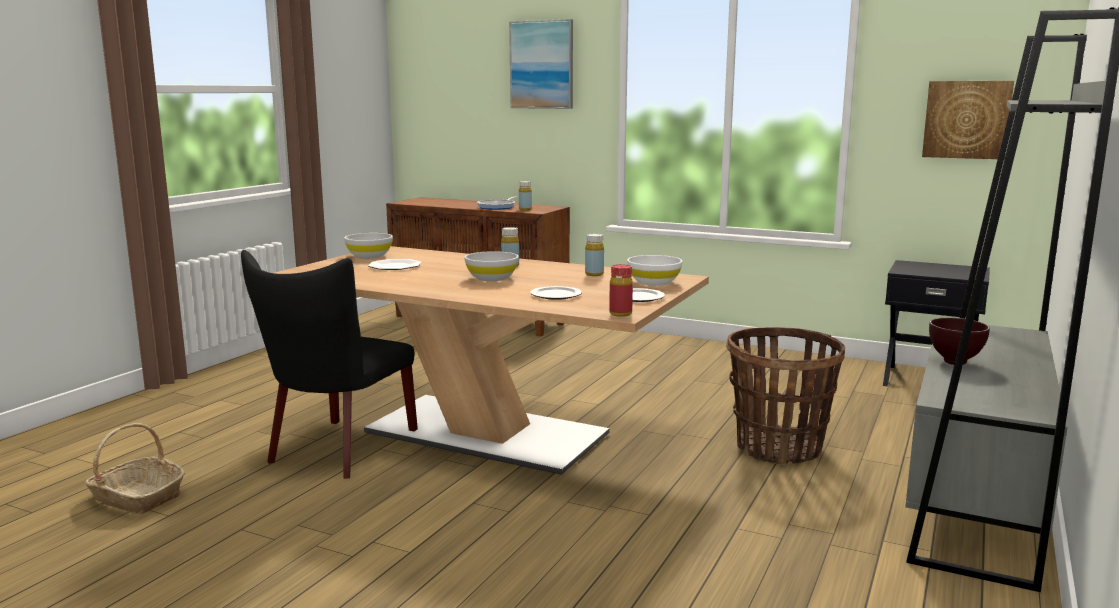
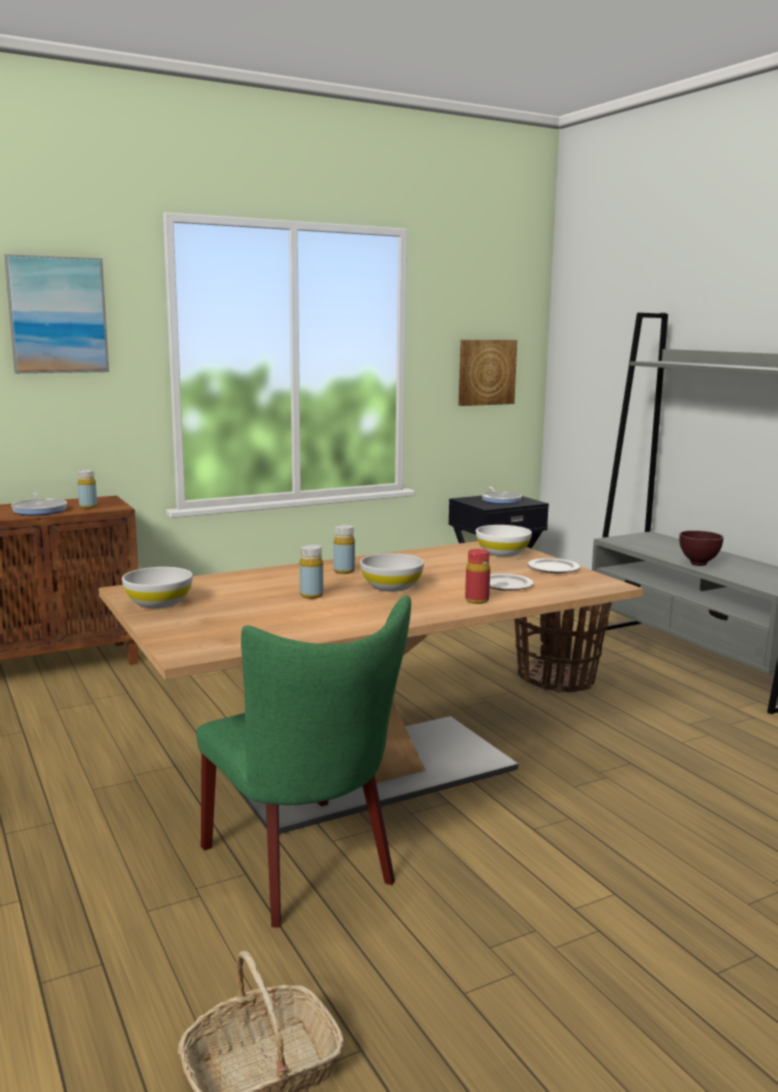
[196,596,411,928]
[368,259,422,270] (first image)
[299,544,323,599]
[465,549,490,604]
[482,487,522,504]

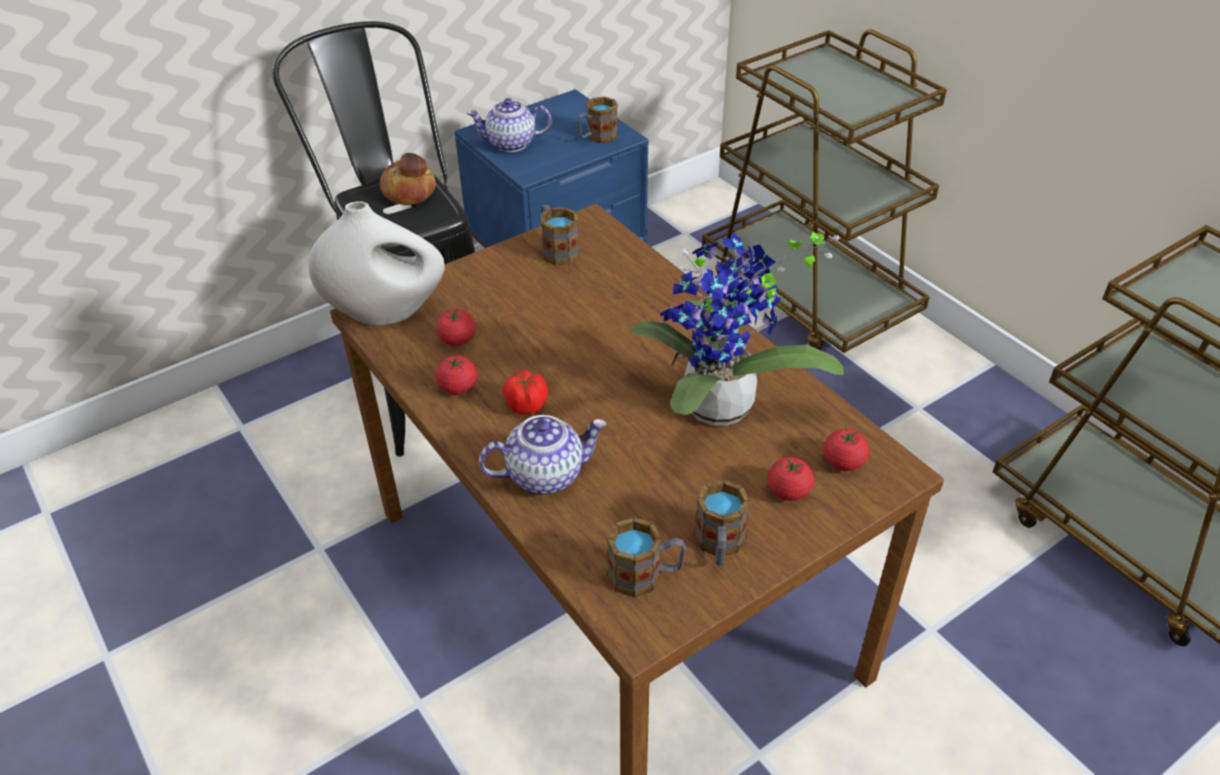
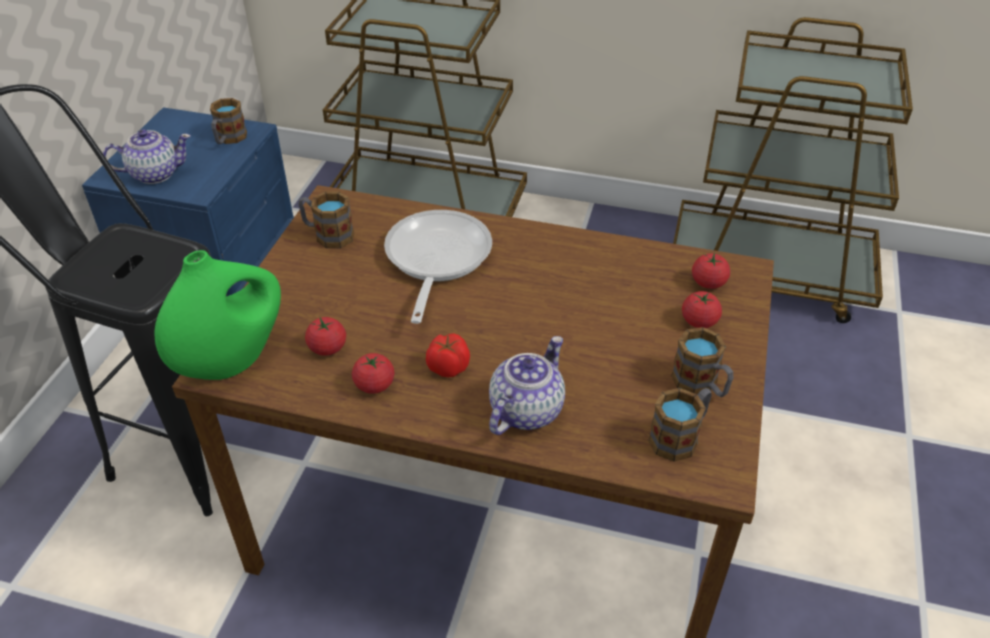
[154,250,281,380]
[380,153,435,205] (first image)
[103,130,191,184]
[630,232,844,426] (first image)
[384,210,492,324]

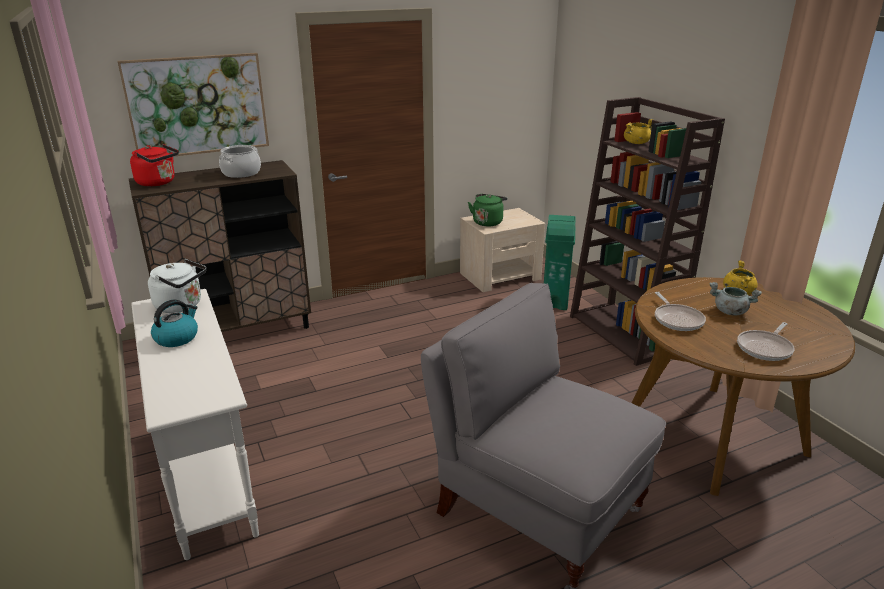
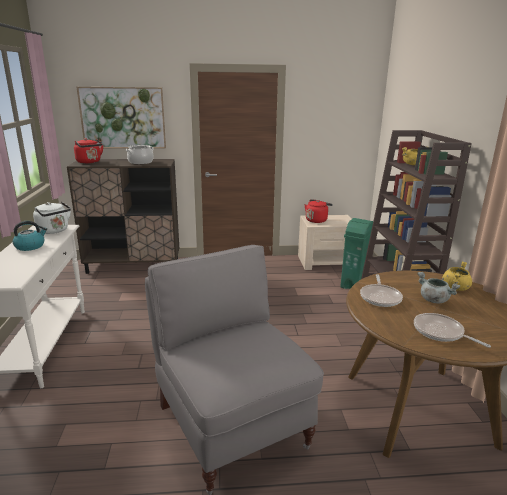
[305,199,333,223]
[414,313,491,348]

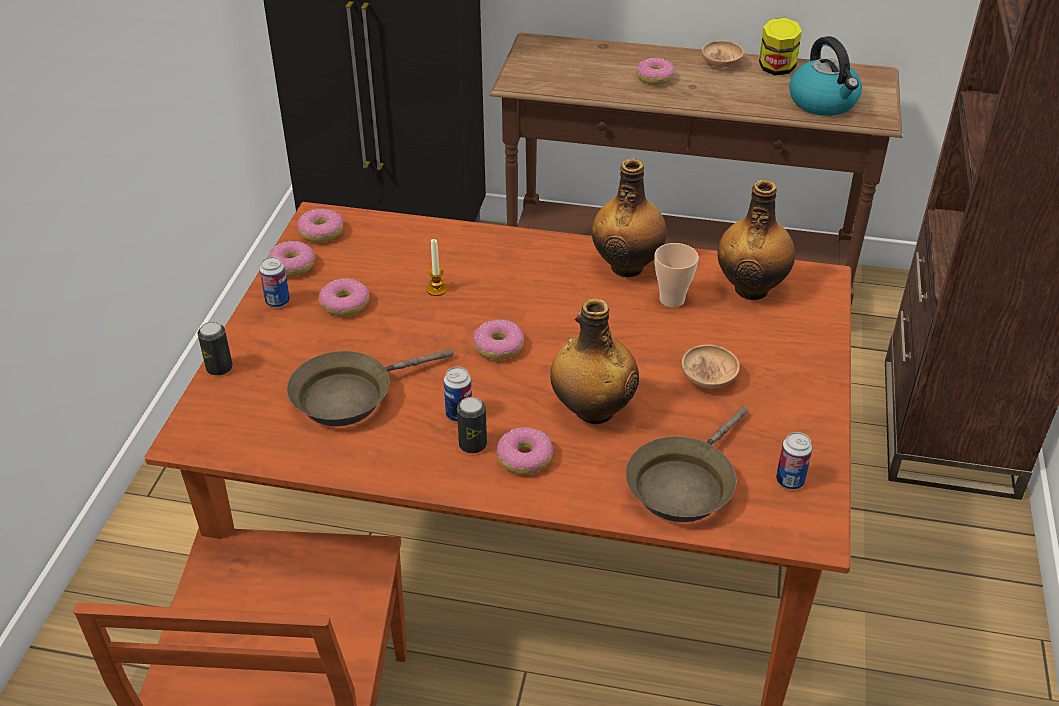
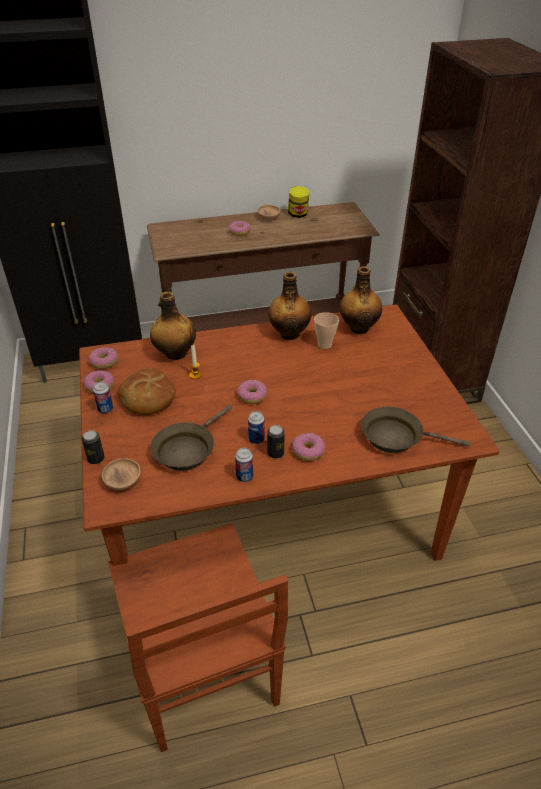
[118,368,176,415]
[150,292,196,360]
[361,407,471,453]
[102,458,141,490]
[235,448,253,482]
[789,36,862,116] (first image)

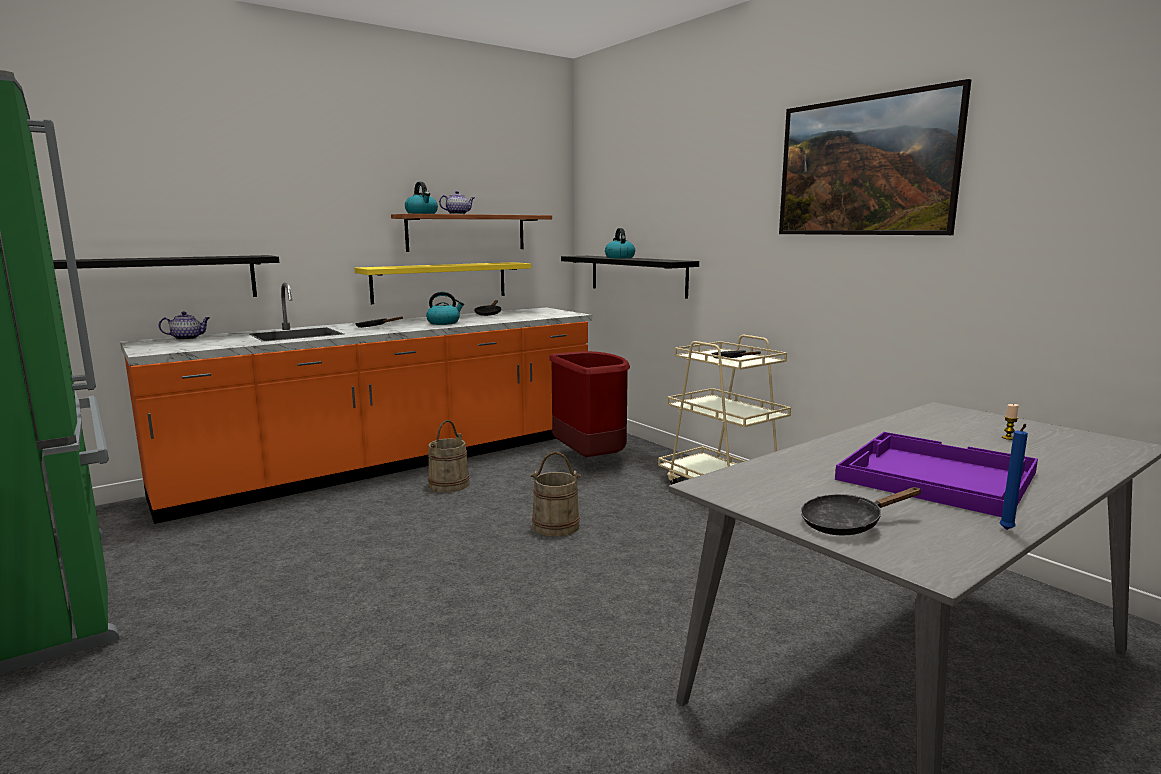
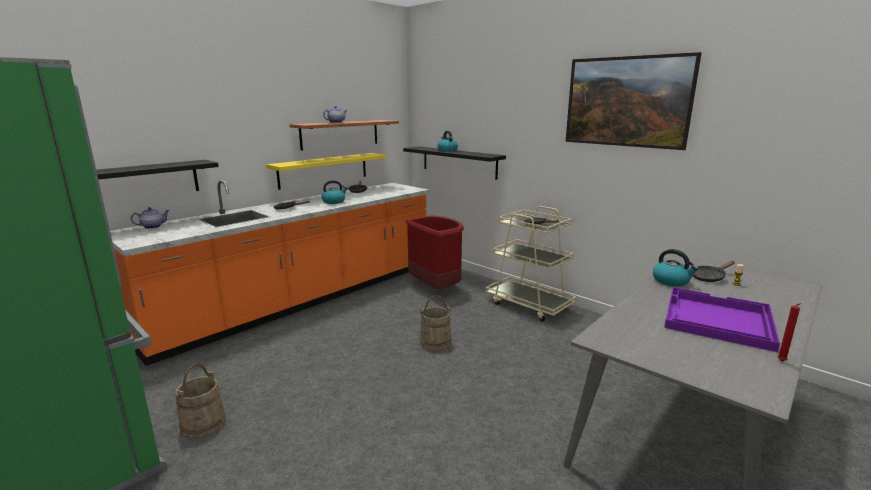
[653,249,698,287]
[175,363,226,439]
[692,261,735,282]
[777,303,802,361]

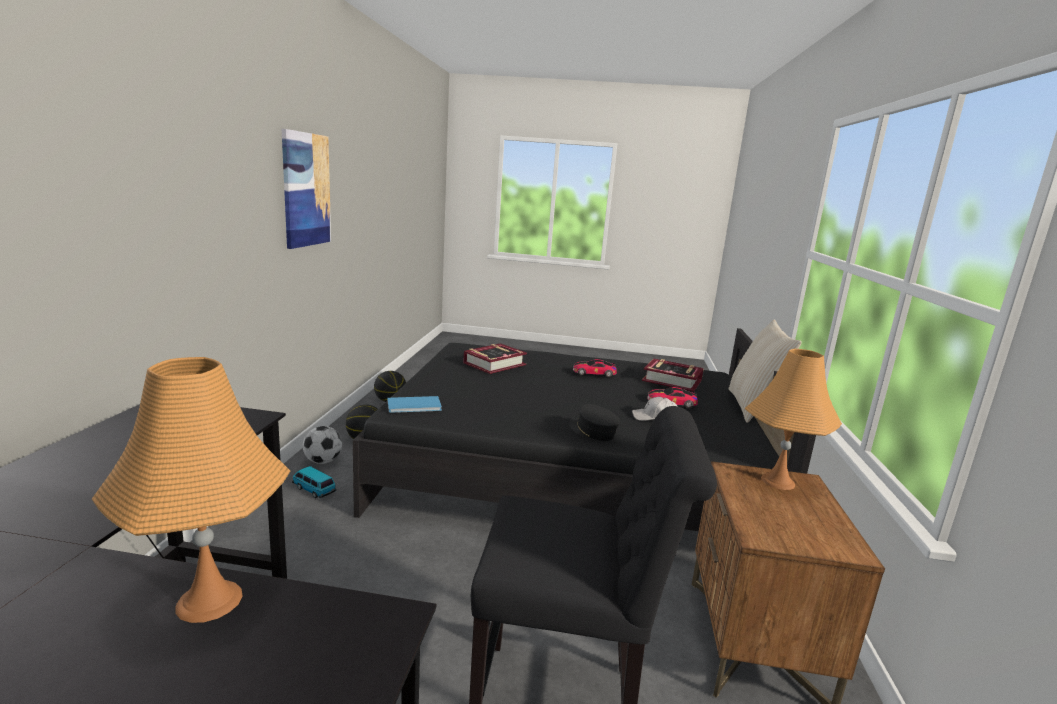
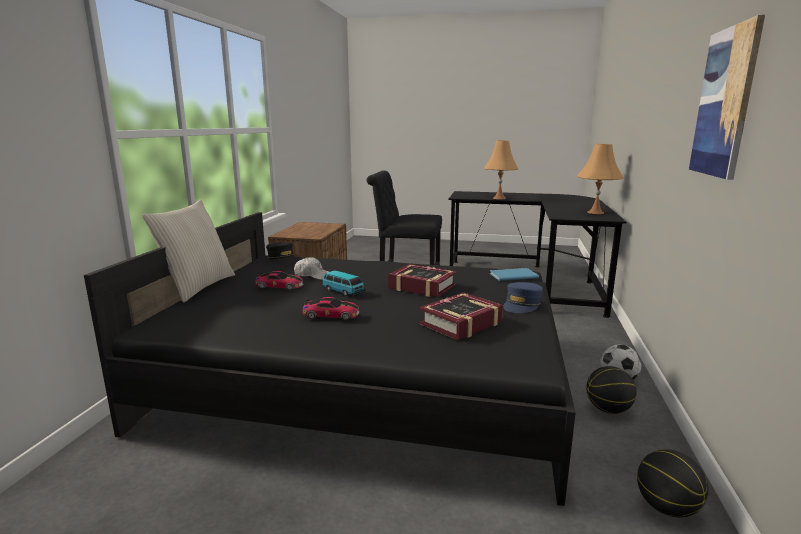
[322,270,365,296]
[266,243,297,263]
[388,264,457,297]
[577,144,624,214]
[503,282,543,313]

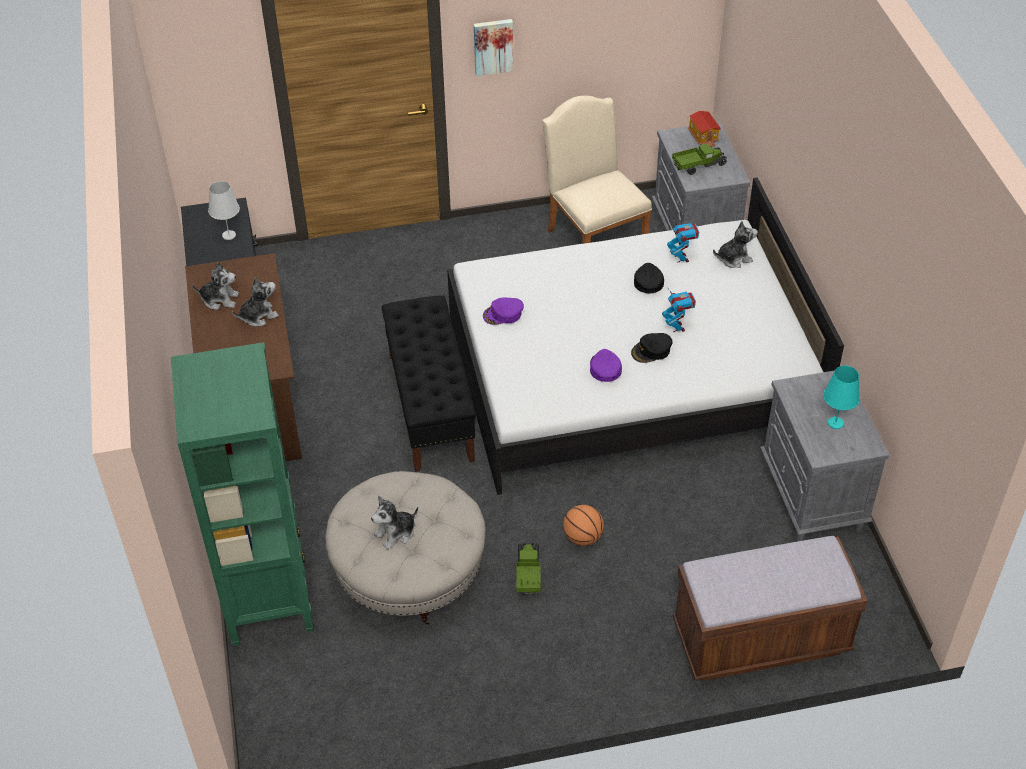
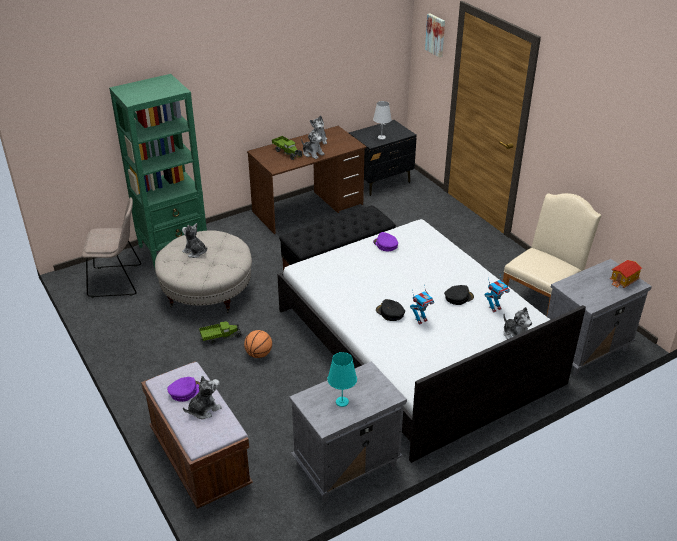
[425,13,445,58]
[167,377,200,402]
[272,136,302,160]
[82,197,141,298]
[183,376,222,419]

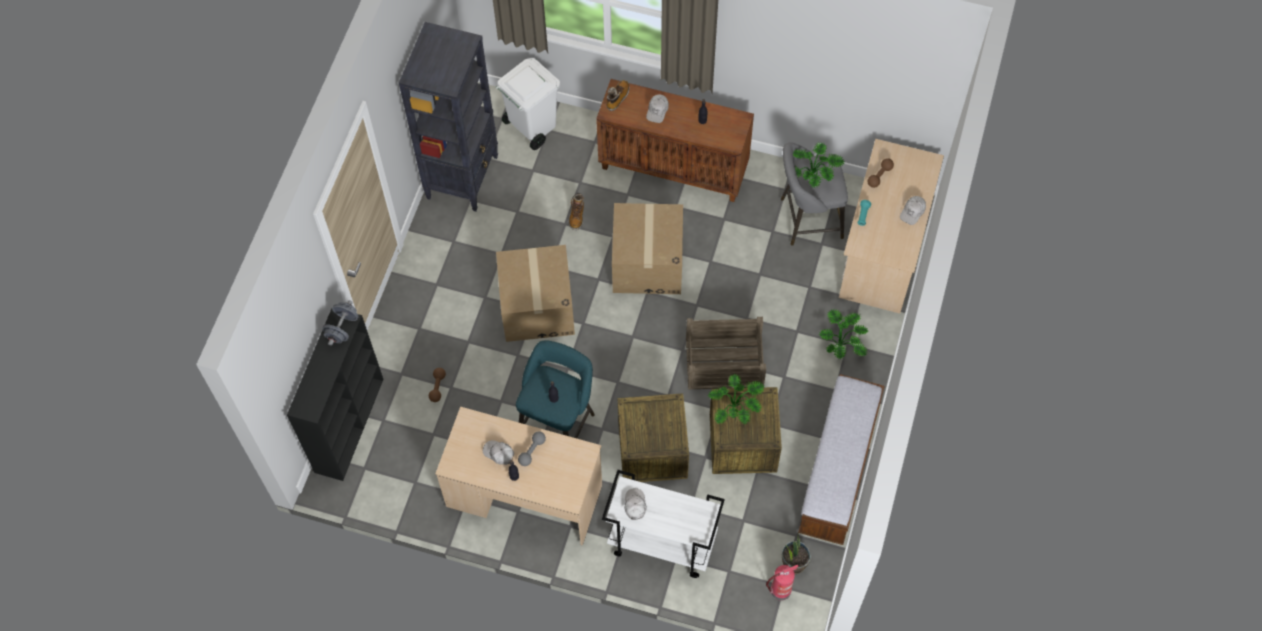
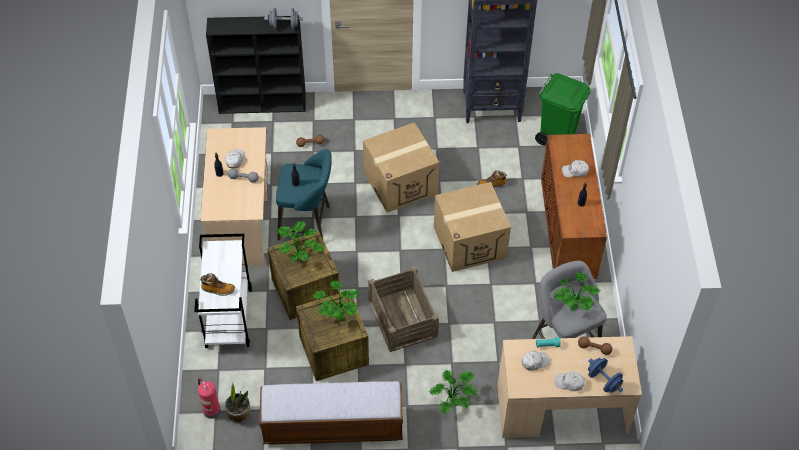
[535,73,591,146]
[200,273,235,296]
[522,351,550,371]
[277,221,324,262]
[588,358,623,393]

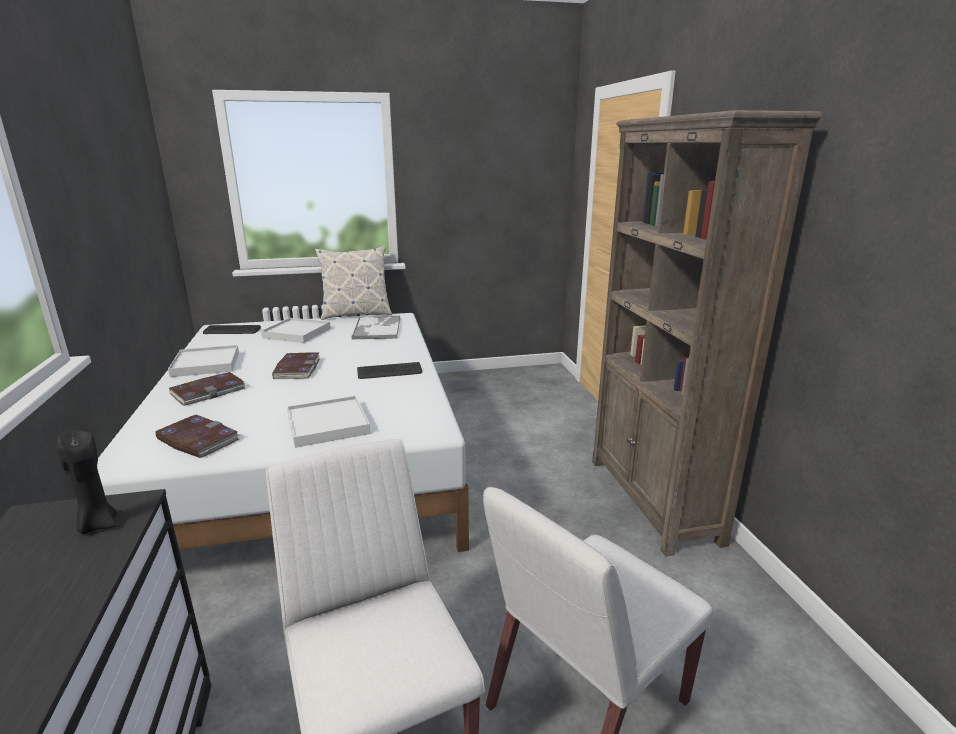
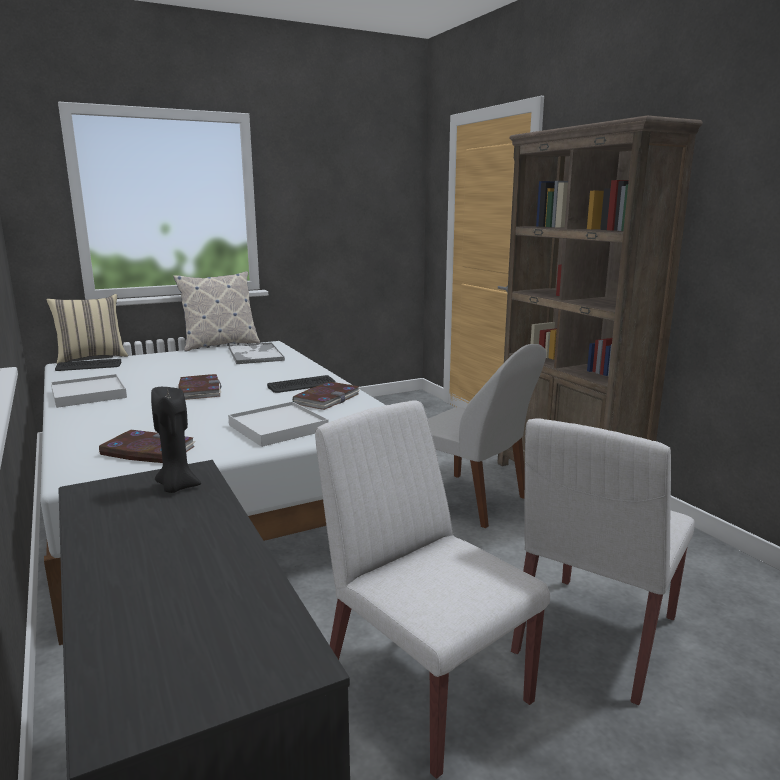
[293,382,360,410]
[261,318,331,343] (first image)
[46,294,128,364]
[428,344,547,528]

